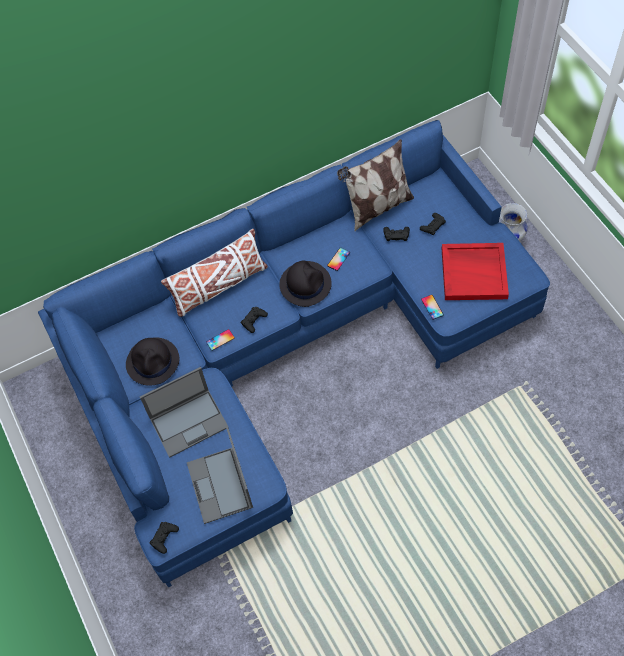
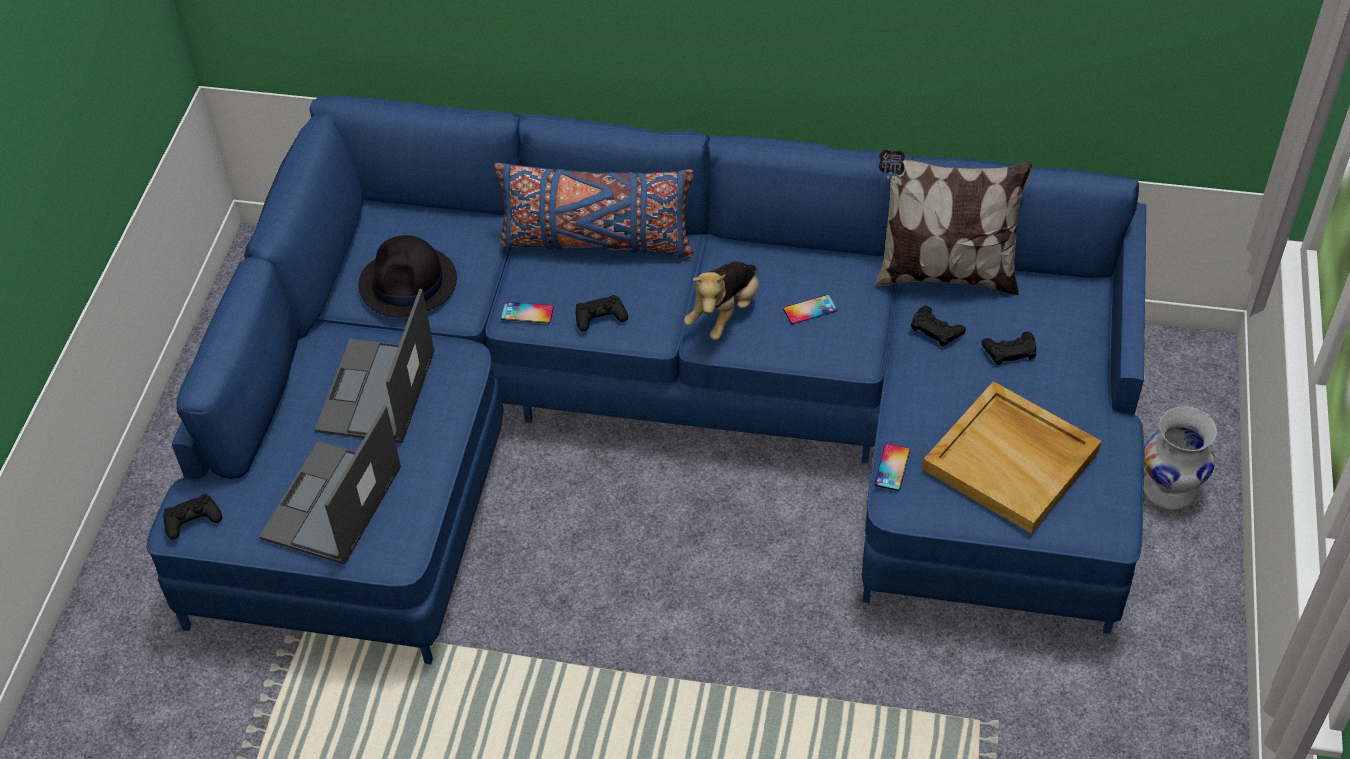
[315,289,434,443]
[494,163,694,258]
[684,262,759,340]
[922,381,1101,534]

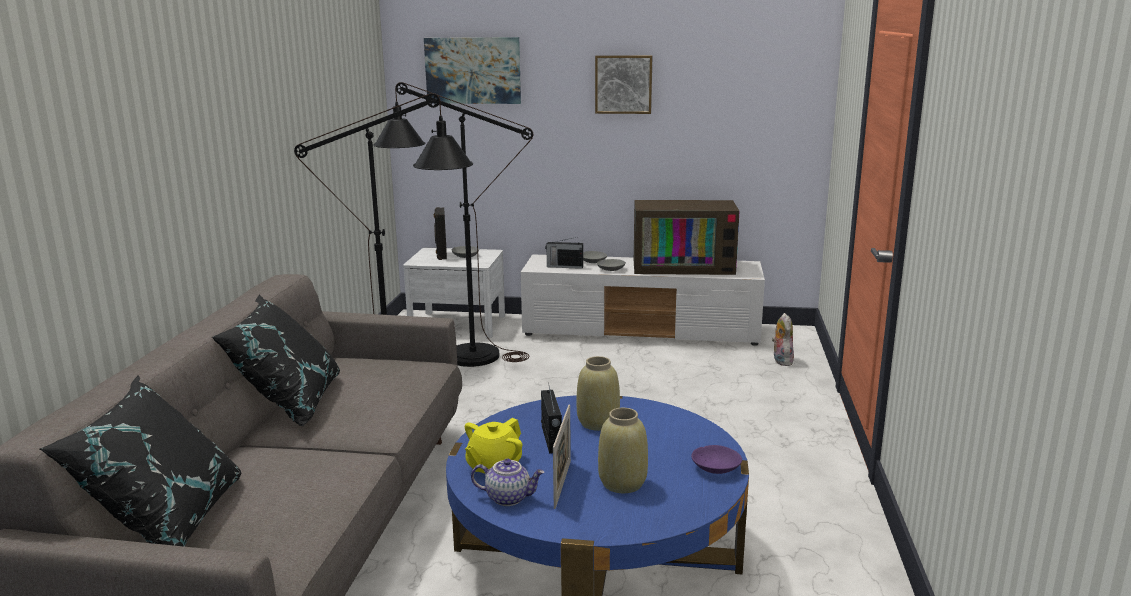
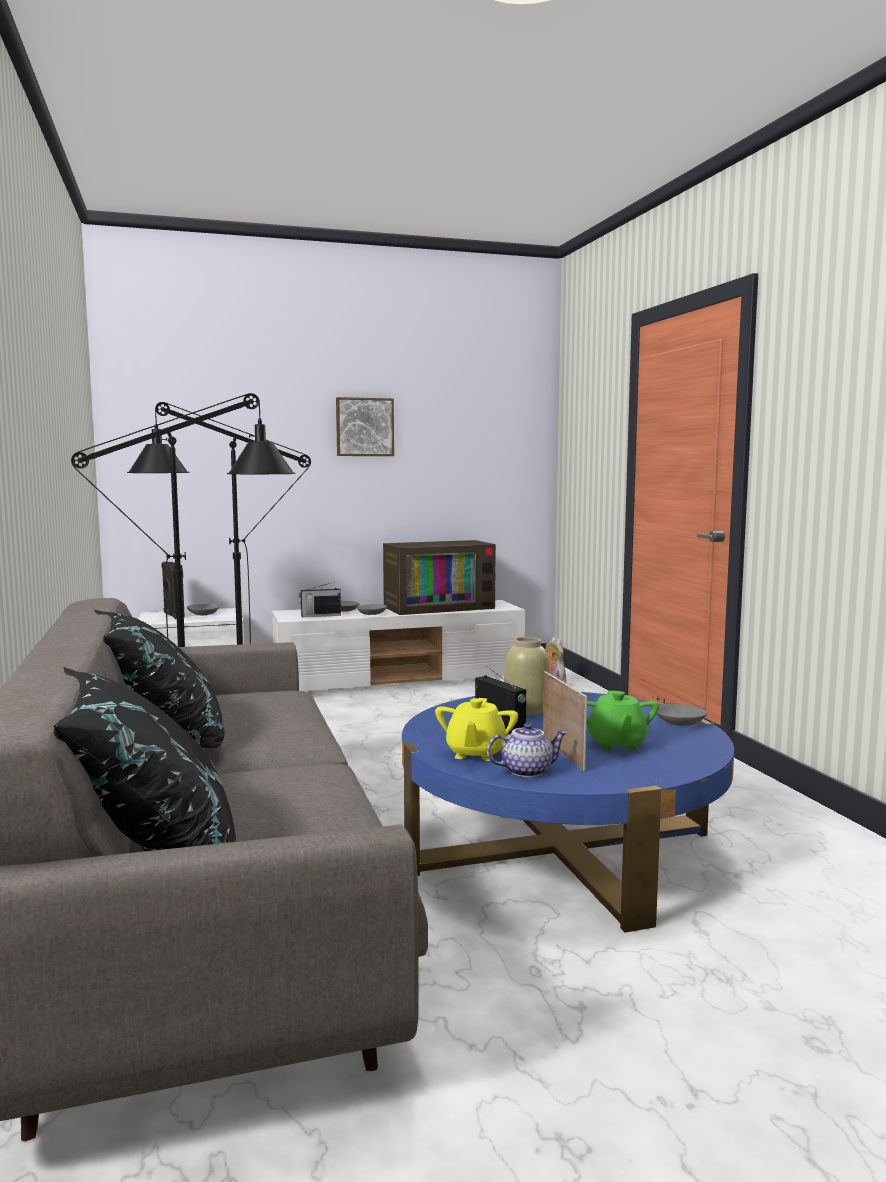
[424,37,521,104] (first image)
[587,691,659,751]
[657,704,707,726]

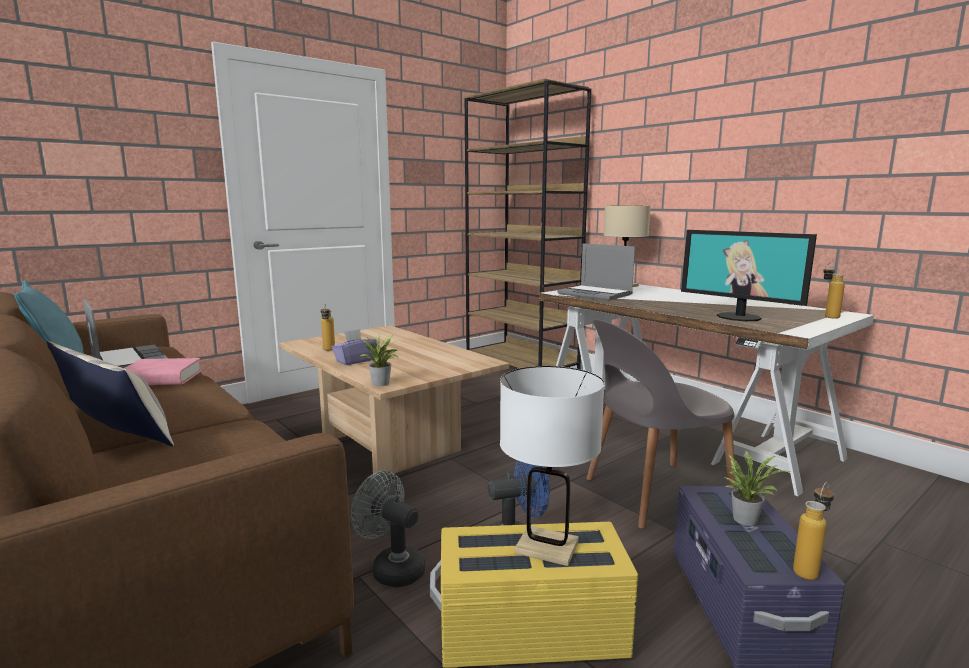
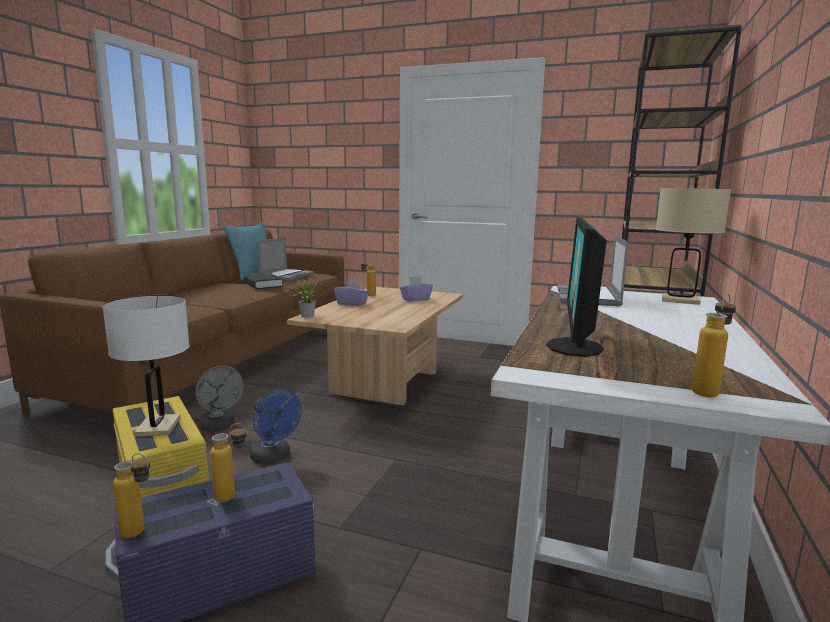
[47,341,174,446] (first image)
[244,273,283,289]
[196,365,244,432]
[586,320,736,529] (first image)
[210,423,247,502]
[400,276,433,301]

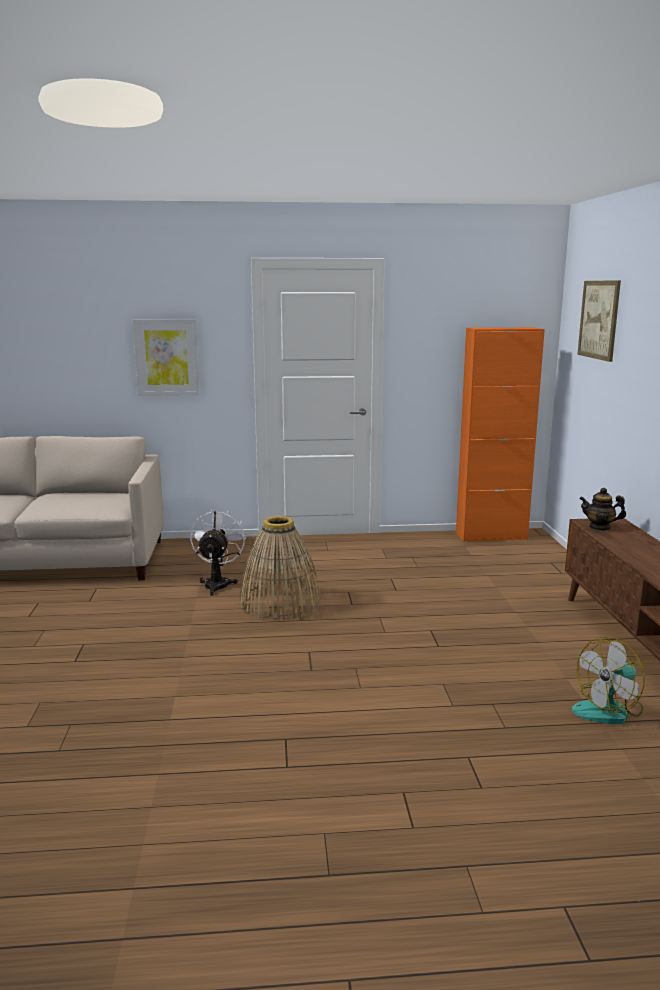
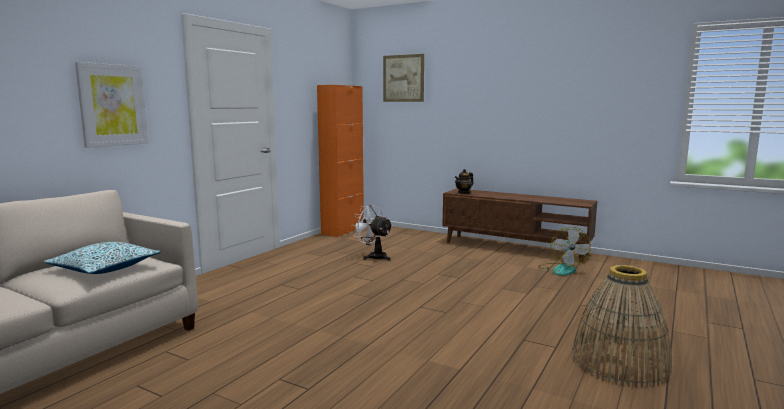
[352,205,393,261]
[571,265,672,388]
[43,242,161,274]

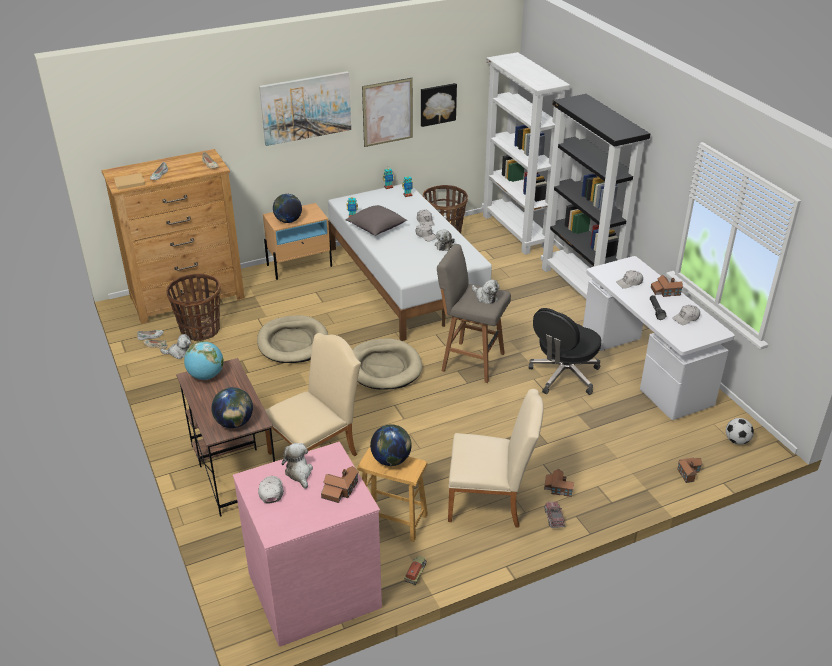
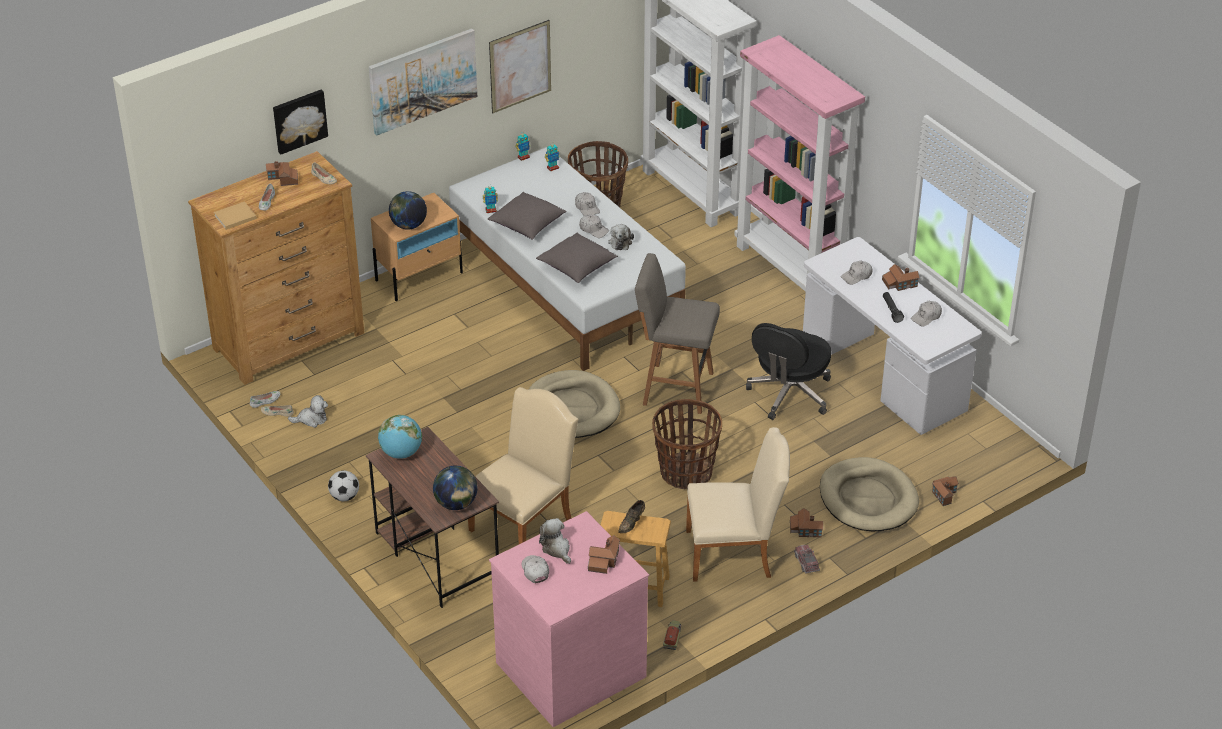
[652,399,722,489]
[820,457,919,532]
[618,500,645,533]
[273,90,328,155]
[472,280,500,304] (first image)
[734,35,865,292]
[328,471,359,501]
[266,161,298,186]
[536,233,618,283]

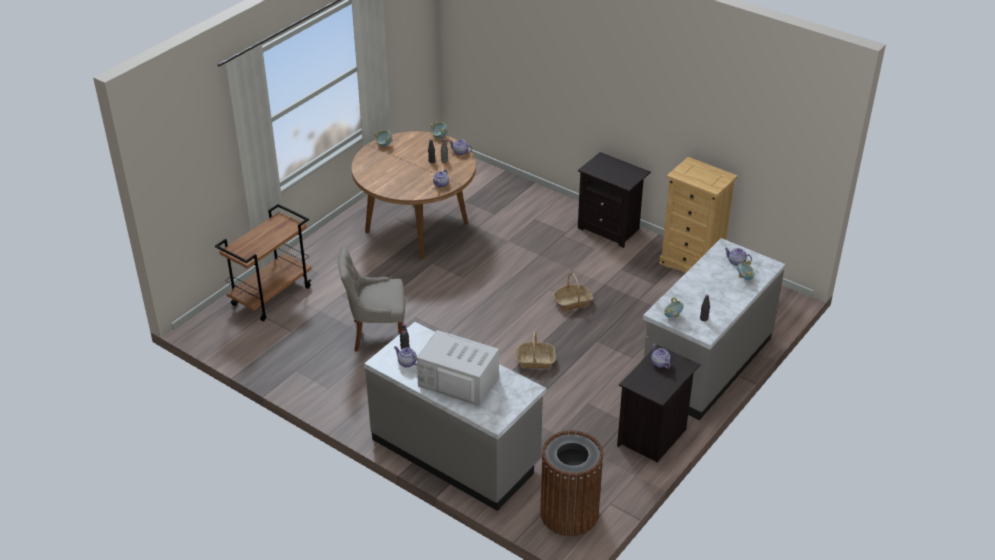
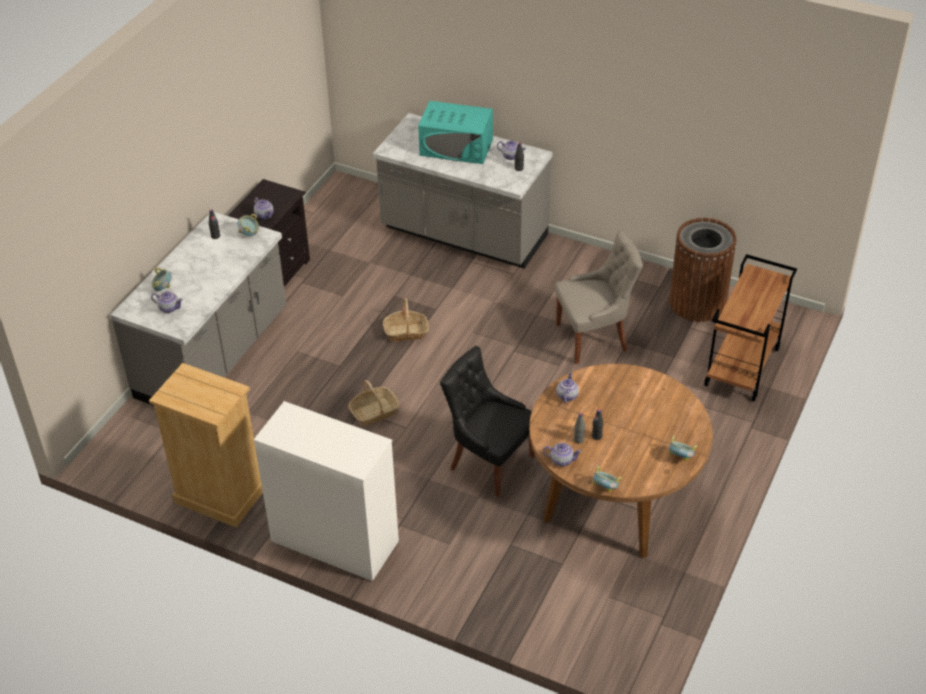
[418,101,493,164]
[669,218,737,322]
[253,401,399,581]
[440,346,535,497]

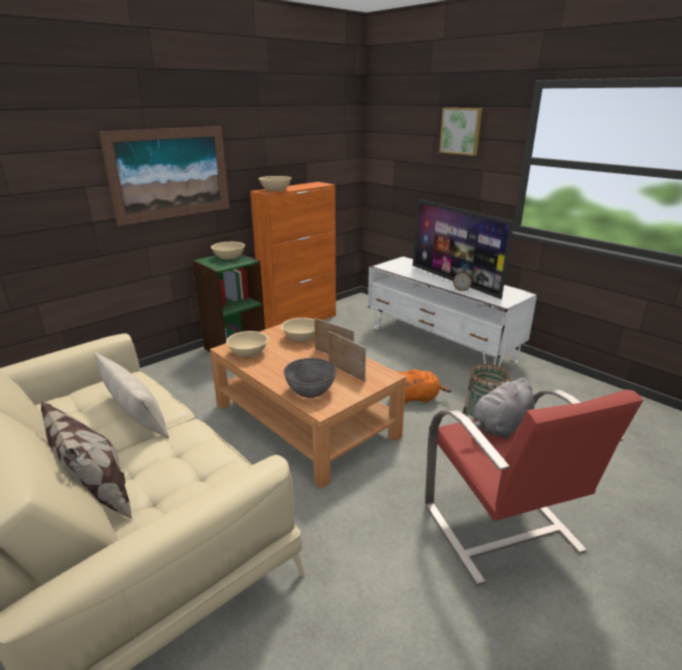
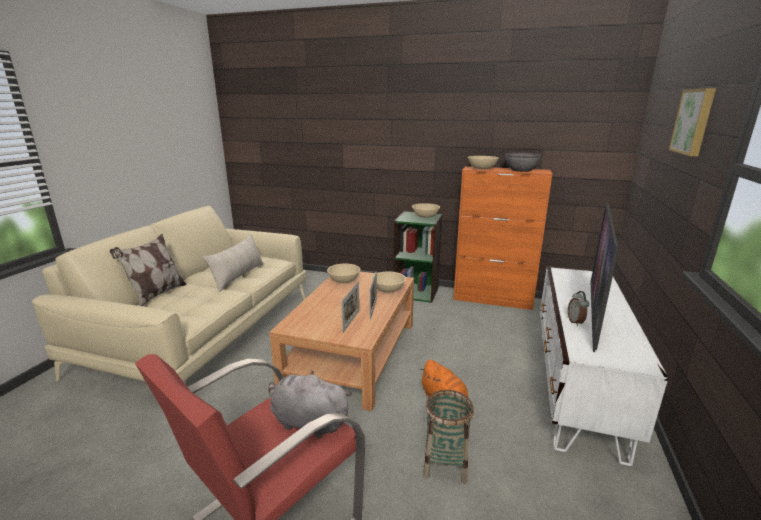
[99,126,229,226] (first image)
[505,152,541,172]

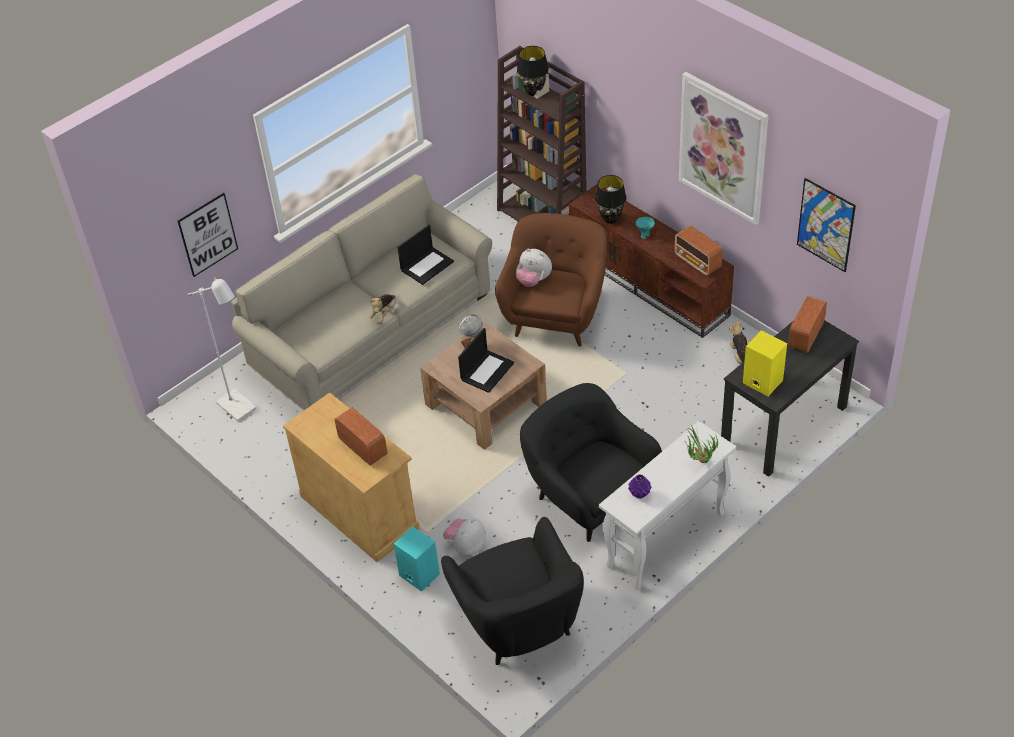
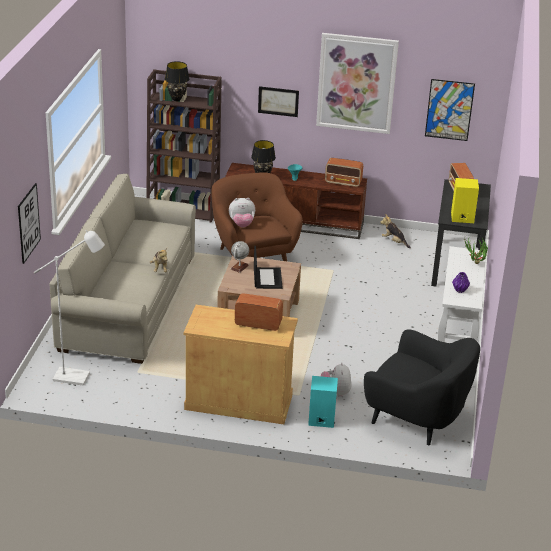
[398,225,454,285] (first image)
[520,383,662,542] (first image)
[258,86,299,117]

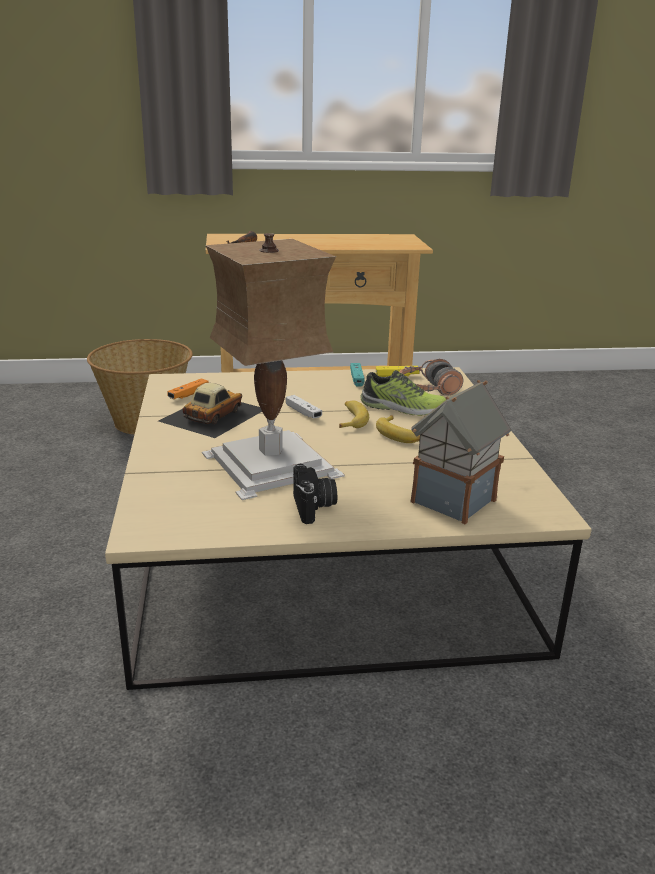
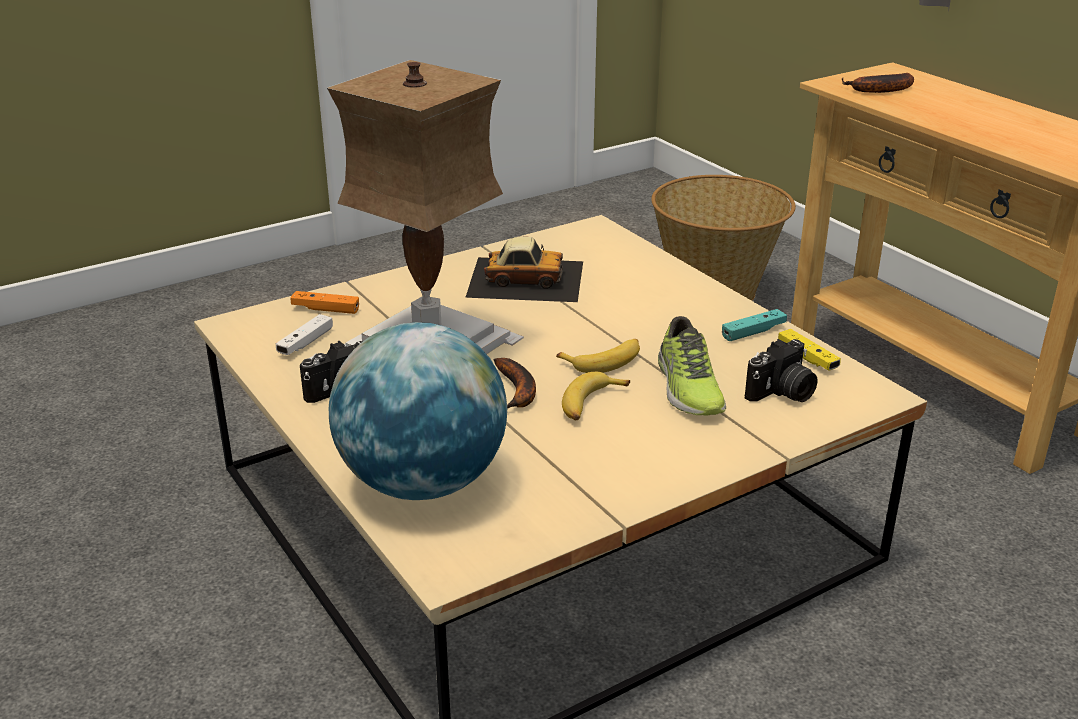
[291,291,359,314]
[276,314,333,355]
[745,339,818,402]
[329,322,507,500]
[494,358,536,409]

